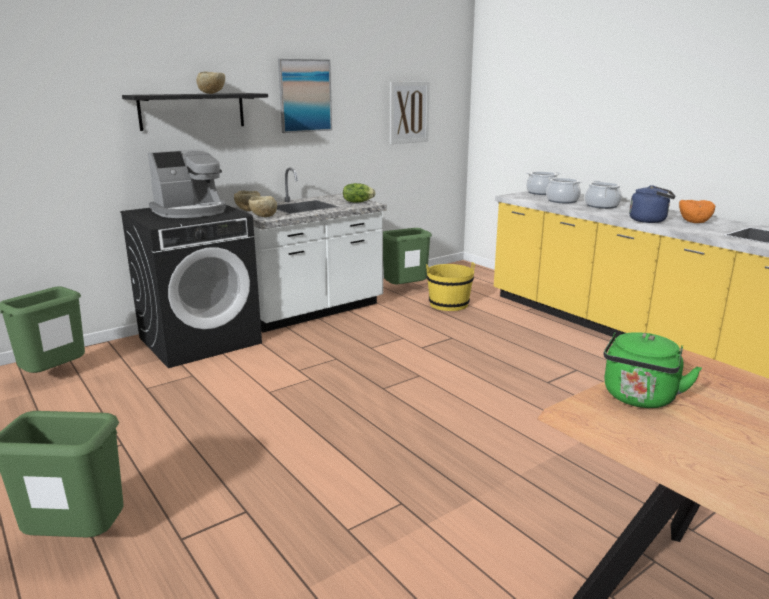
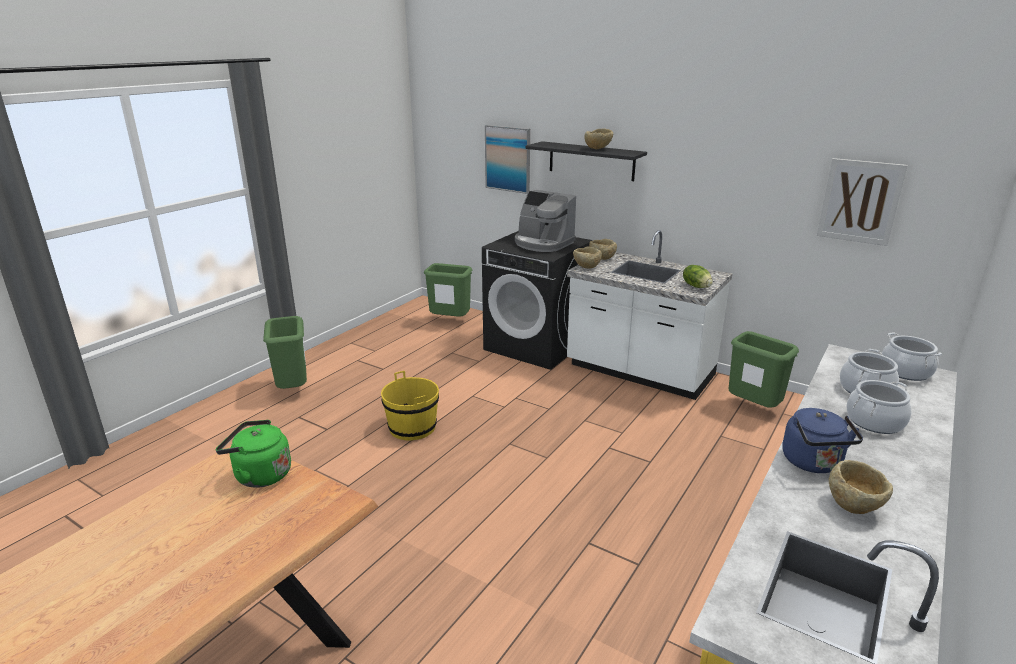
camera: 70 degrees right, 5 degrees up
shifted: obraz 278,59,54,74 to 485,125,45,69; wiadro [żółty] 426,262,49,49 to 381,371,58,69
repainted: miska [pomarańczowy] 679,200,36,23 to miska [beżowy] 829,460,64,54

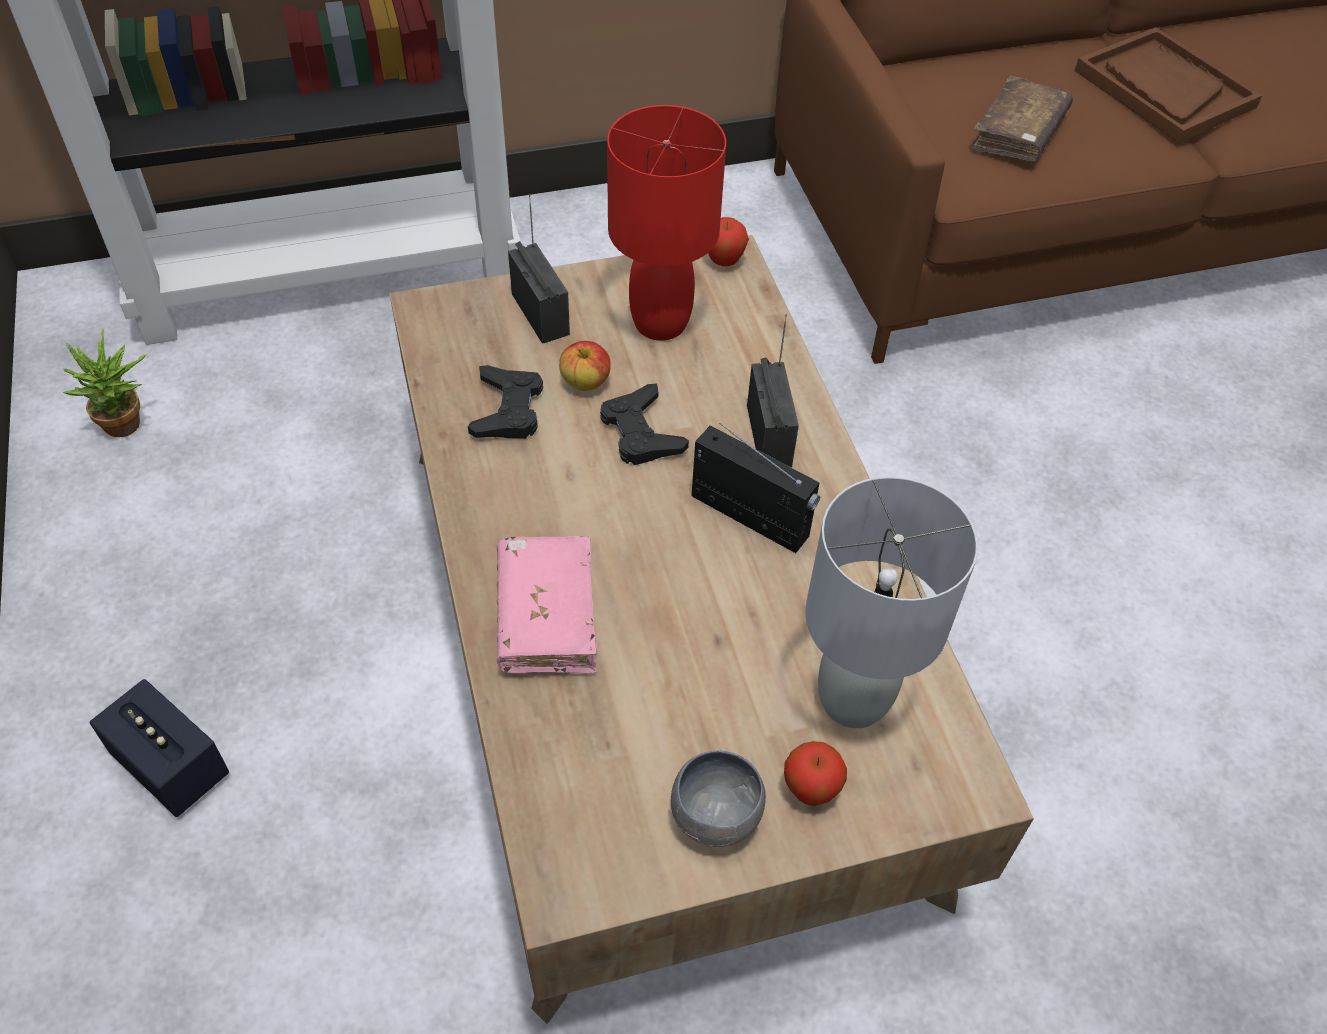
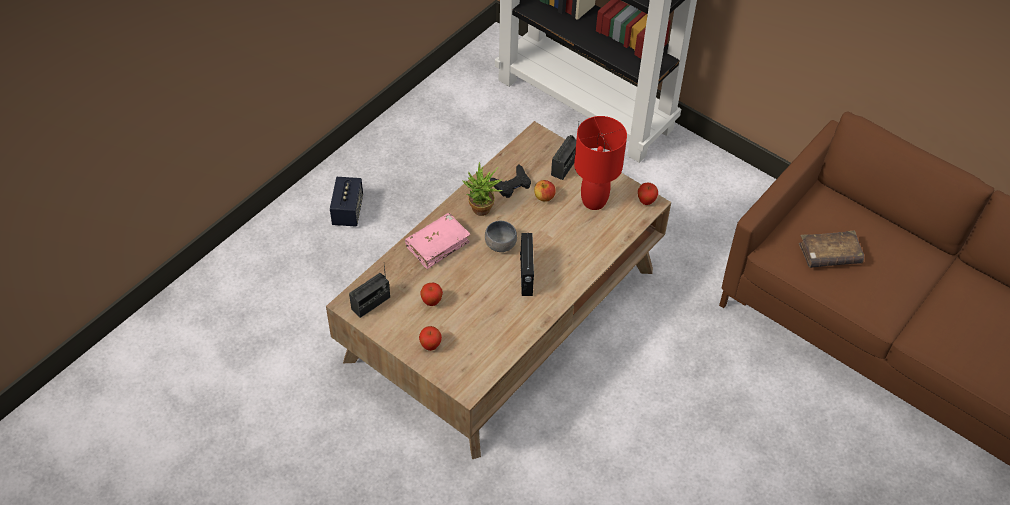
camera: 55 degrees right, 0 degrees up
gone: pad do gier [czarny] 600,383,89,82; lampa stołowa [szary] 805,476,173,252; taca [brązowy] 1075,27,187,116
new: jabłko 420,283,23,23
shifted: roślina doniczkowa 63,328,83,109 to 463,162,39,54; miska [szary] 671,750,95,97 to 485,221,32,31; radio 747,314,52,153 to 349,265,41,53

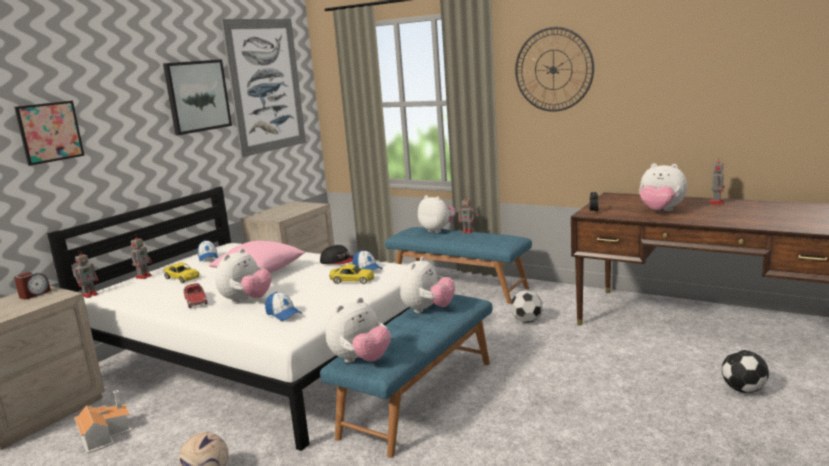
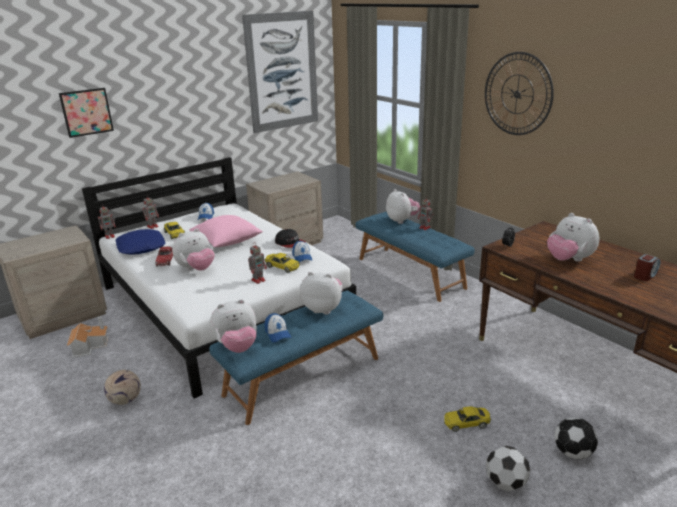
camera: 20 degrees right, 10 degrees up
gone: obraz 163,59,69,76
new: poduszka [niebieski] 115,229,50,26; samochodzik [żółty] 444,406,47,26
shifted: budzik 14,272,37,28 to 634,254,26,27; czapka z daszkiem 265,292,37,29 to 264,313,27,29; piłka futbolowa 511,290,32,33 to 486,446,44,46; robot zabawkowy 709,161,15,44 to 248,242,19,42
rotated: pluszak 400,256,55,57 = 300,272,42,43 120 degrees counterclockwise

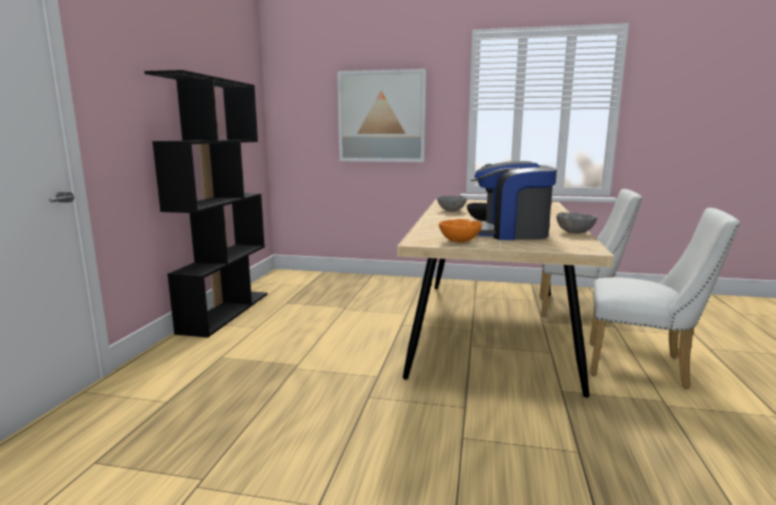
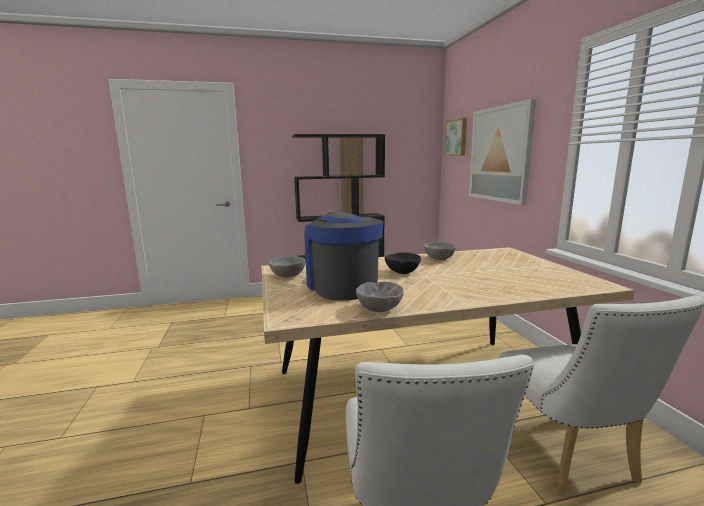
camera: 65 degrees right, 0 degrees up
new: obraz 444,118,23,38
repainted: miska [pomarańczowy] 439,219,43,23 to miska [szary] 269,256,37,22

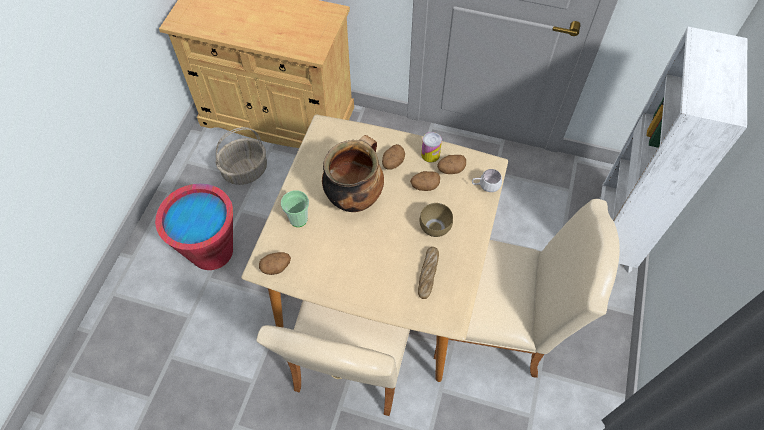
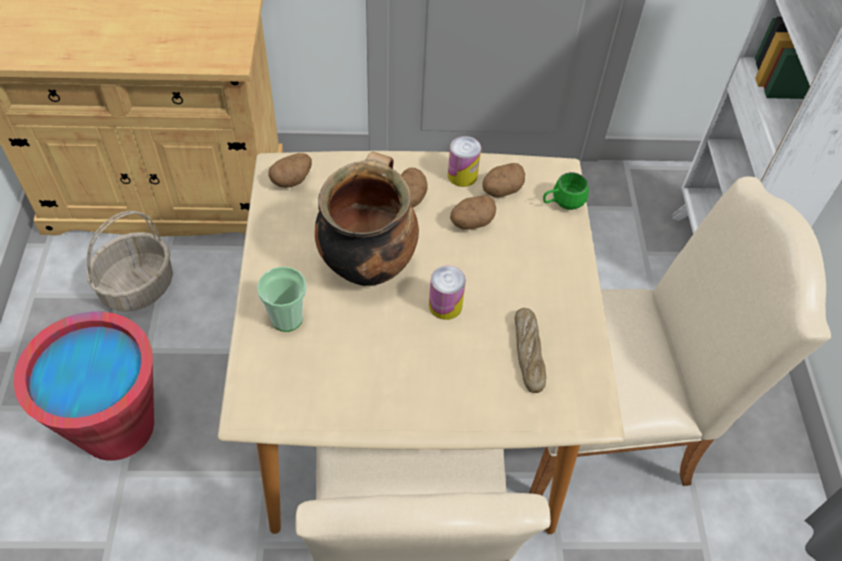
camera: 20 degrees left, 5 degrees down
gone: miska [brązowy] 420,203,33,34
new: puszka 429,266,37,54
shifted: ziemniak 259,252,32,23 to 268,153,44,35
repainted: kubek [biały] 472,169,30,23 to kubek [zielony] 543,172,46,38

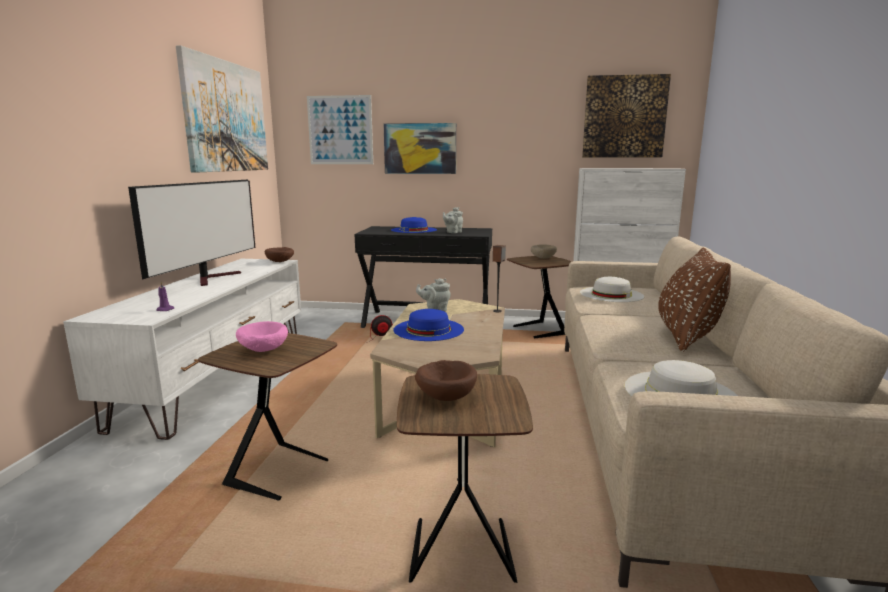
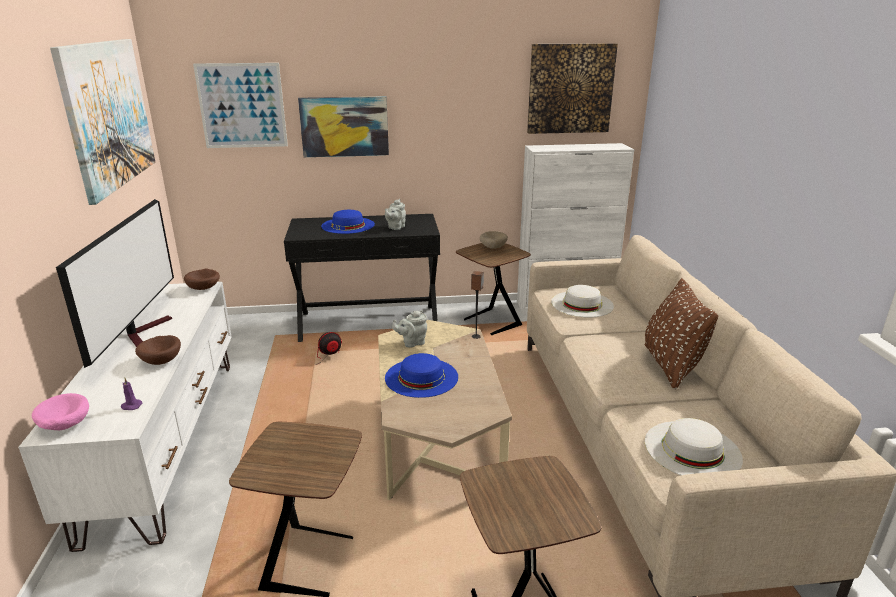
camera: 15 degrees left, 10 degrees up
shifted: miska [różowy] 236,321,52,31 to 32,393,57,37; miska [brązowy] 415,360,62,41 to 135,335,46,30

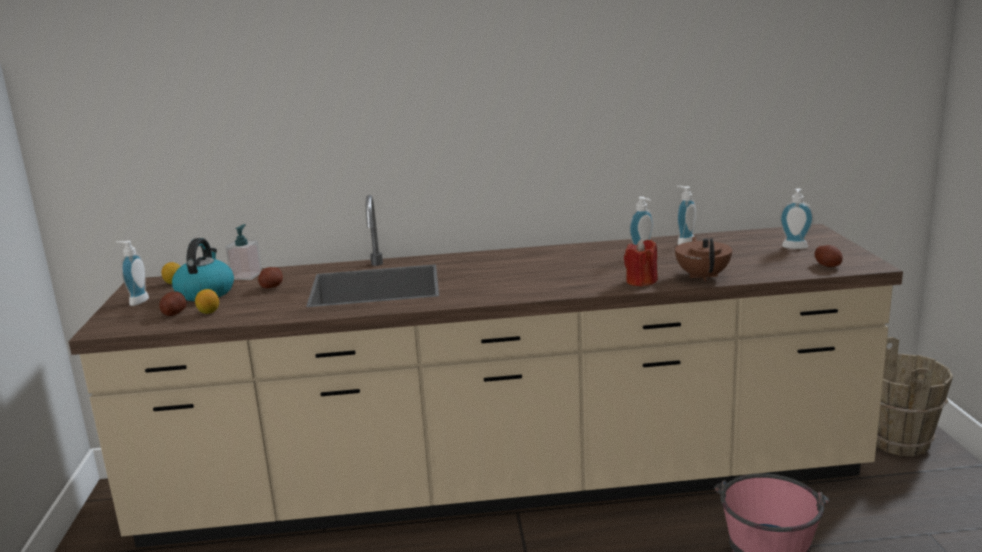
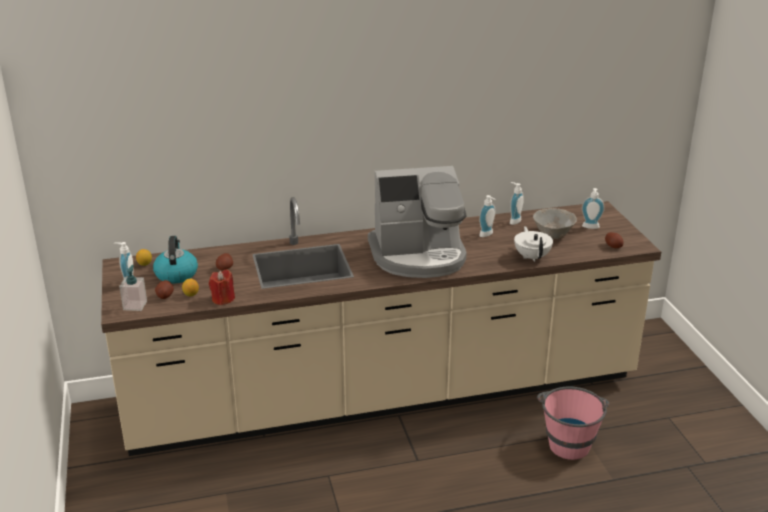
camera: 10 degrees left, 10 degrees up
gone: wiadro [brązowy] 876,337,77,119
new: ekspres do kawy 368,166,99,112; miska [szary] 533,208,44,31
shifted: dozownik mydła 225,224,37,56 to 119,265,28,46; świeca [czerwony] 624,239,34,48 to 209,269,26,36
repainted: imbryk [brązowy] 675,237,57,44 to imbryk [biały] 514,226,39,36

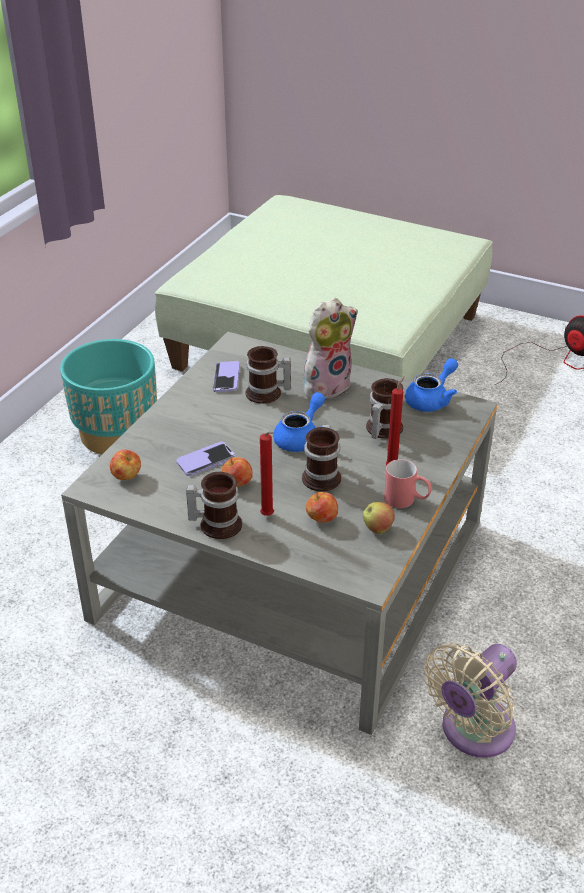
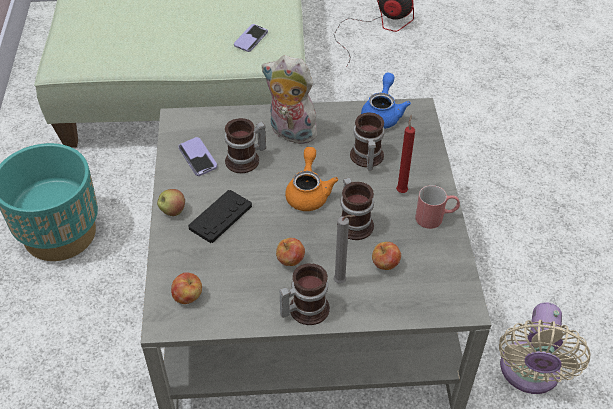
camera: 30 degrees left, 10 degrees up
new: pad do gier [czarny] 189,190,63,53
shifted: telefon 177,442,58,34 to 234,24,34,28; jabłko 363,502,32,32 to 157,189,28,27
repainted: świeca [czerwony] 260,432,14,84 to świeca [szary] 334,215,21,69; imbryk [niebieski] 273,392,52,60 to imbryk [pomarańczowy] 285,147,53,64
rotated: pluszak 304,298,54,105 = 262,55,55,89 90 degrees counterclockwise

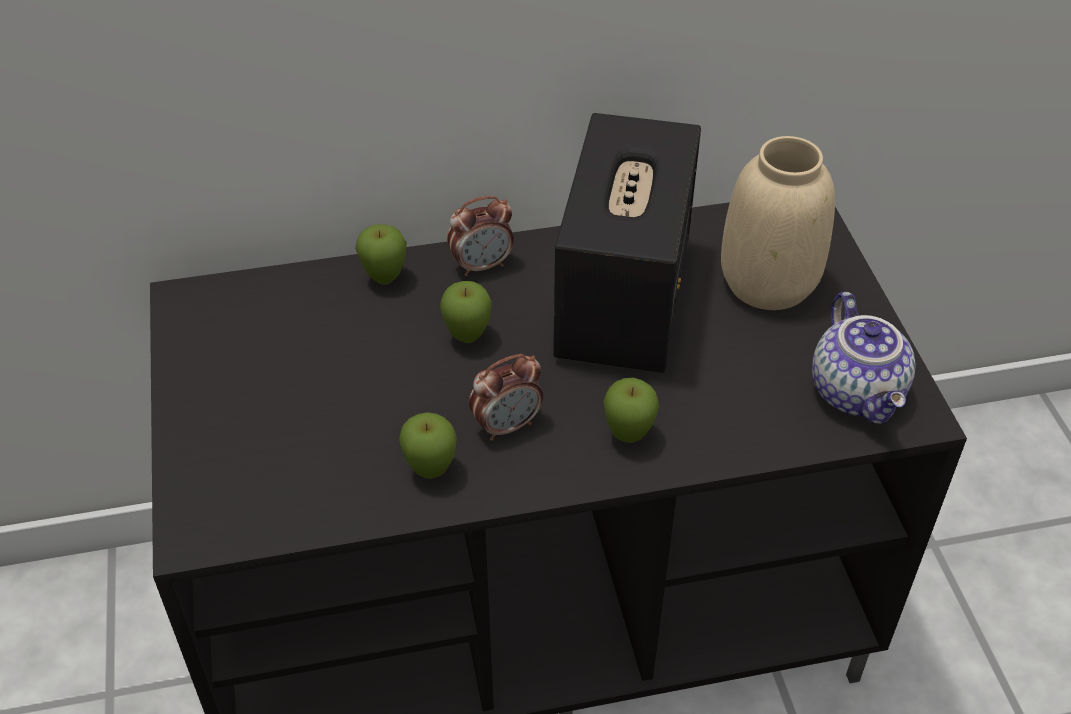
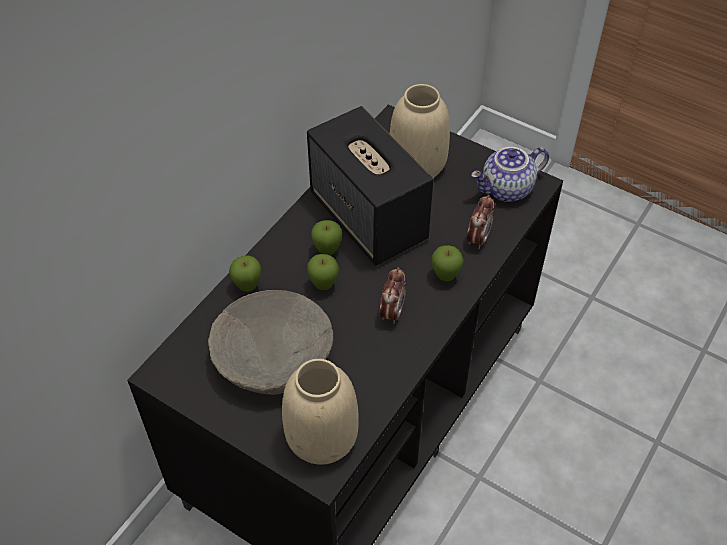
camera: 45 degrees left, 5 degrees up
new: miska [beżowy] 208,290,125,105; wazon [beżowy] 282,359,77,106
shifted: jabłko 399,412,58,67 to 311,220,31,35; budzik 447,196,67,80 to 467,195,27,54
rotated: imbryk 812,292,103,132 = 471,147,78,55 120 degrees clockwise

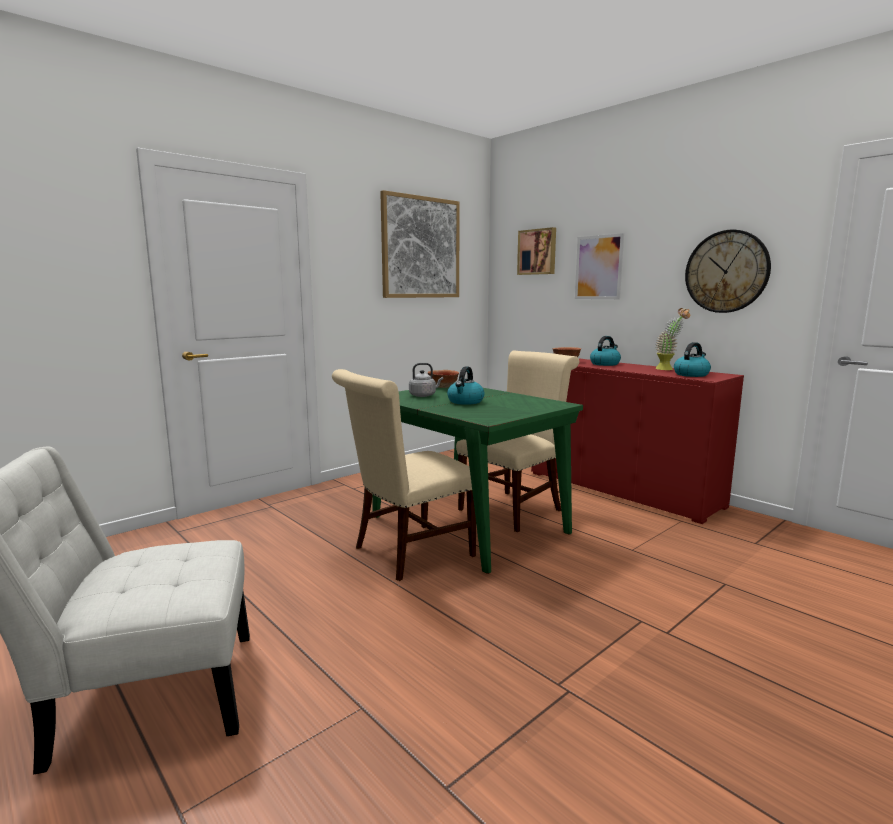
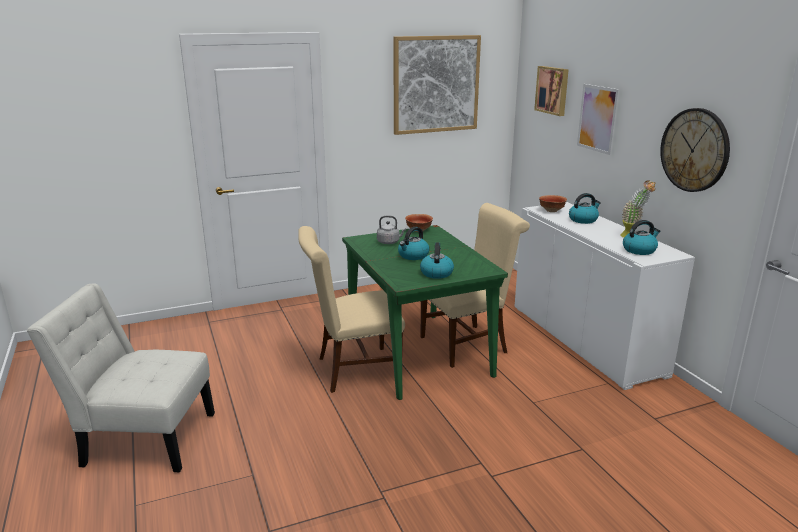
camera: 20 degrees right, 10 degrees up
new: czajnik 420,242,34,37
repainted: szafka [czerwony] 531,359,213,165 to szafka [biały] 514,202,181,188

